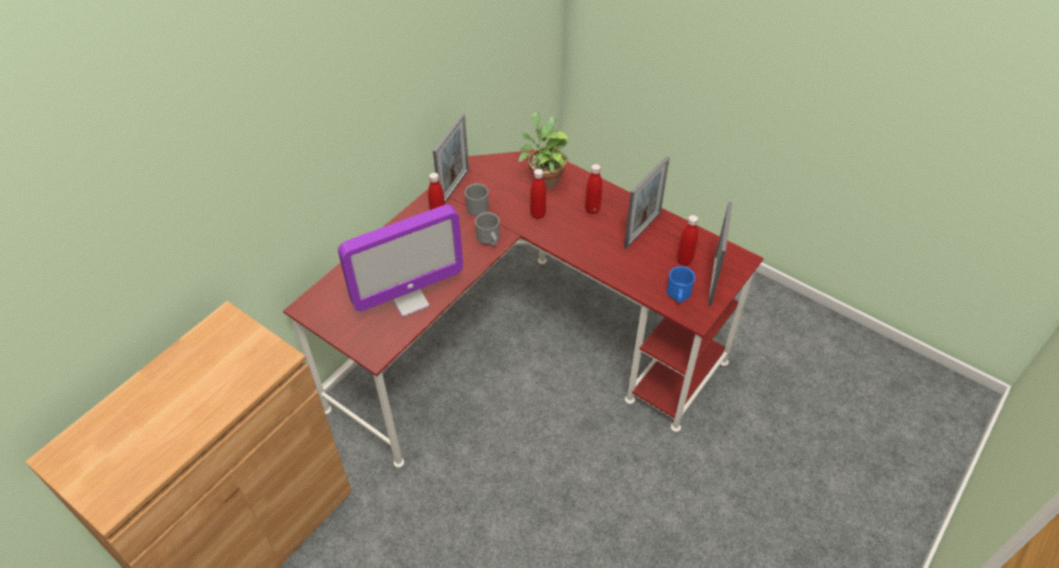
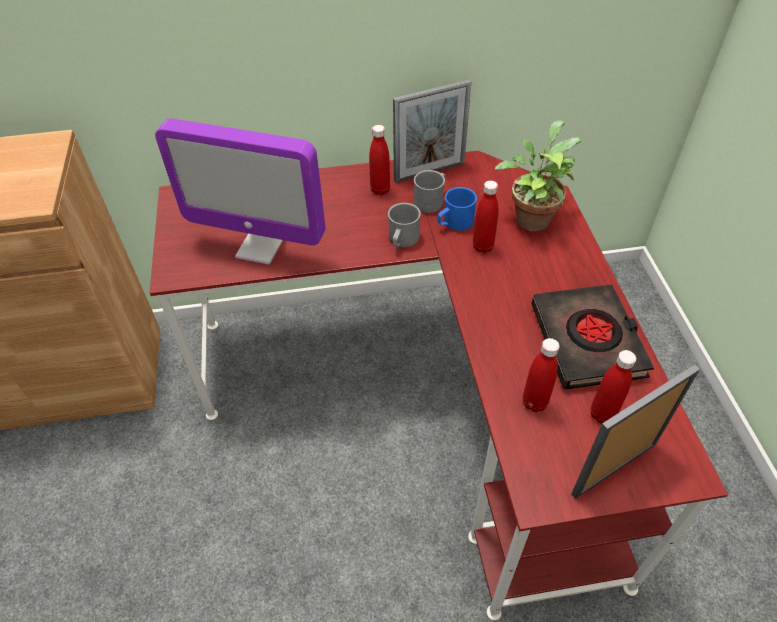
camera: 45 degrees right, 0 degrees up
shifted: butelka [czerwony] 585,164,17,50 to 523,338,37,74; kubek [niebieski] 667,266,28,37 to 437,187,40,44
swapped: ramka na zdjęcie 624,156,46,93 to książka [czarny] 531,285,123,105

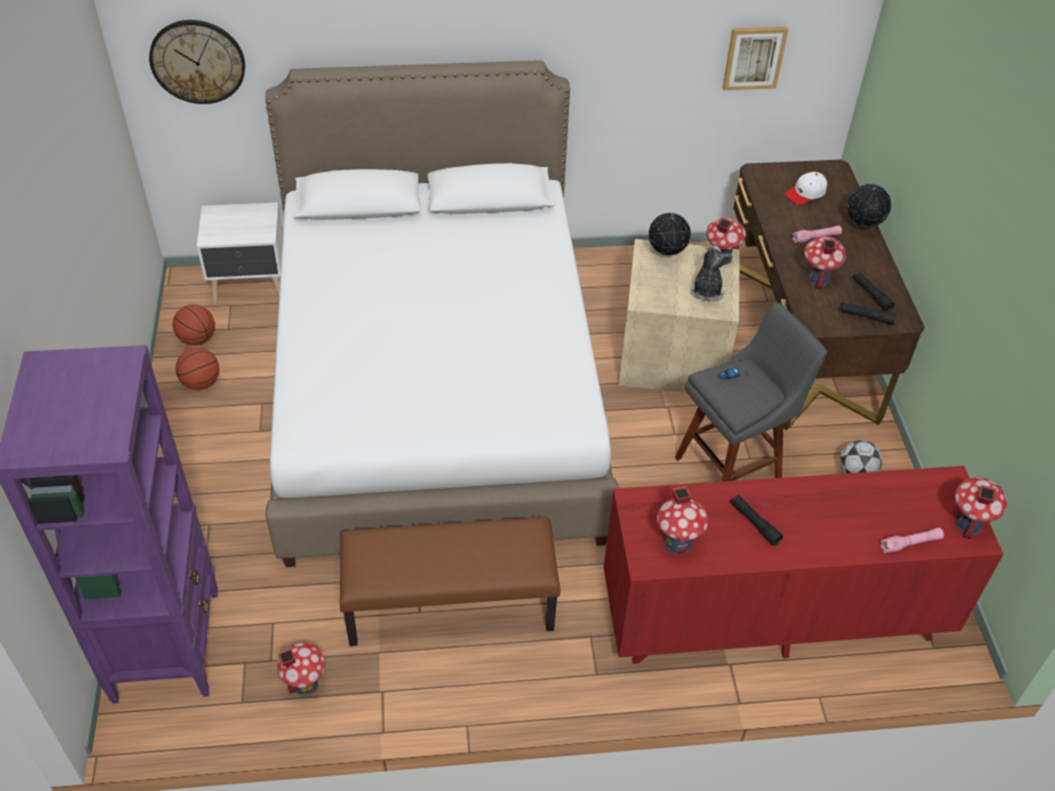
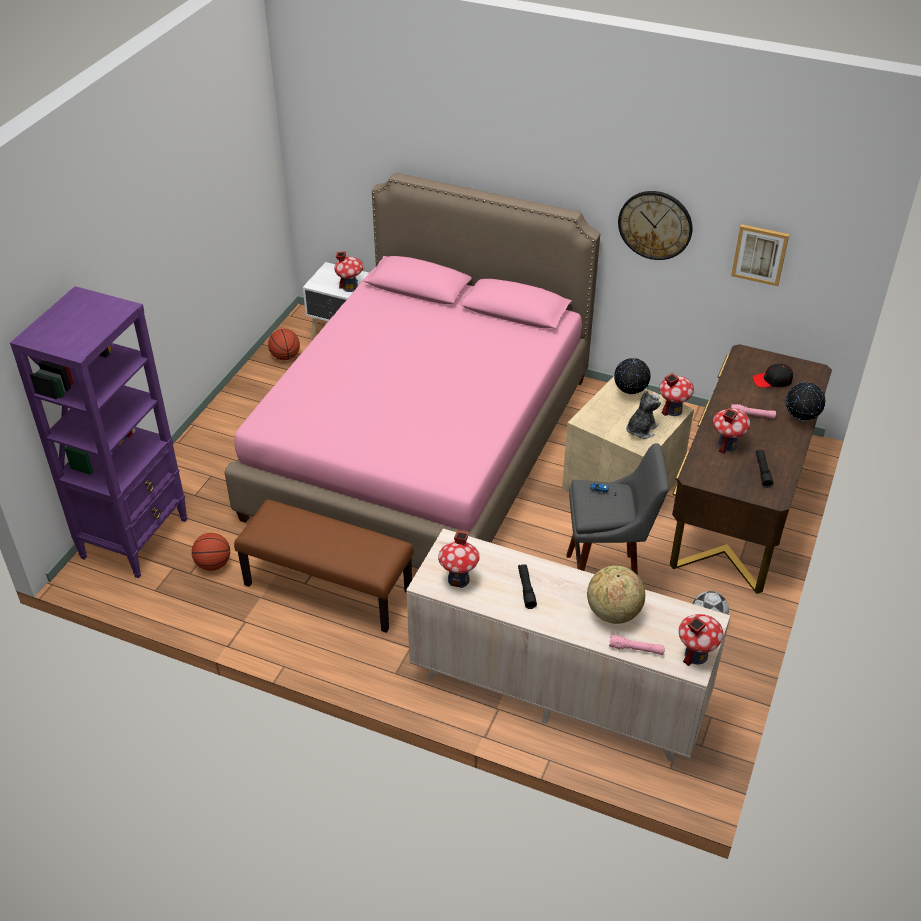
camera: 30 degrees right, 5 degrees down
gone: latarka [czarny] 840,302,56,23
new: globus 587,566,58,58
shifted: zegar ścienny 149,20,96,84 to 618,191,74,69; piłka do koszykówki 175,348,44,42 to 192,533,38,38; domek 277,643,48,53 to 334,251,30,41
repainted: łóżko [biały] 265,60,354,507 to łóżko [różowy] 225,173,375,396; komoda [czerwony] 604,466,400,198 to komoda [beżowy] 406,528,324,235; czapka z daszkiem [biały] 785,172,42,33 to czapka z daszkiem [czarny] 753,364,40,24

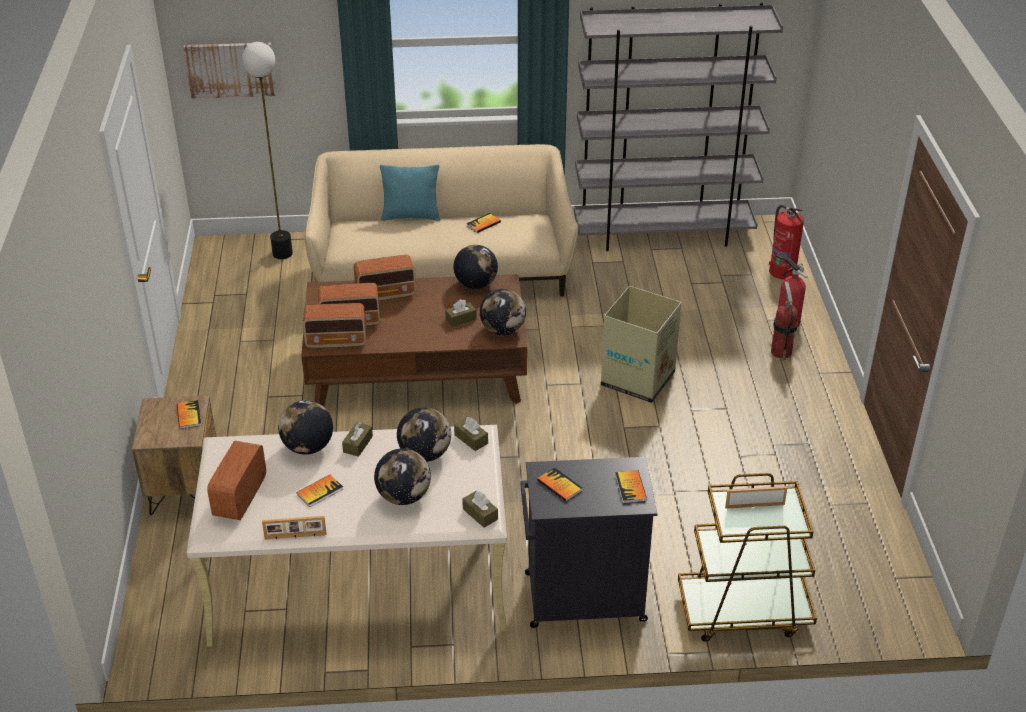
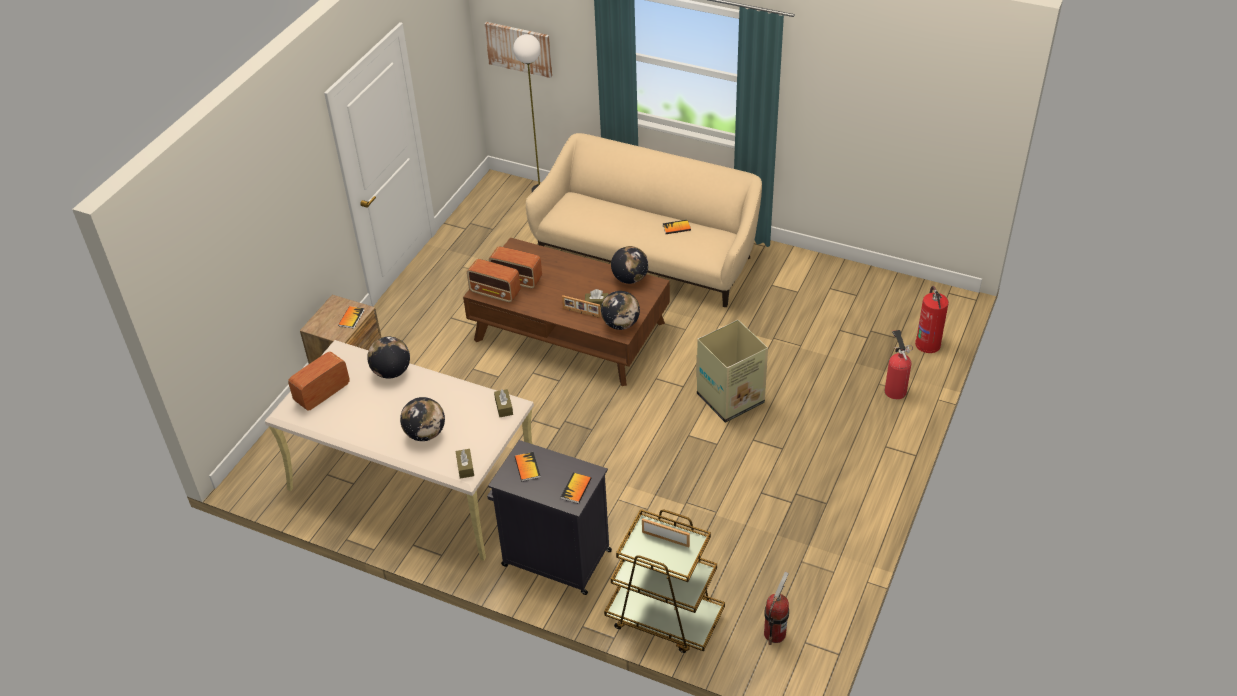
camera: 30 degrees right, 5 degrees up
gone: książka 296,475,47,32; pudełko chusteczek [brązowy] 342,422,31,35; radio 354,255,62,45; poduszka [turkusowy] 380,165,60,56; globus 397,407,54,55; regał [szary] 574,2,209,249
shifted: ramka na zdjęcie 262,516,64,24 to 562,295,39,23; gaśnica 771,282,27,78 to 764,572,25,73

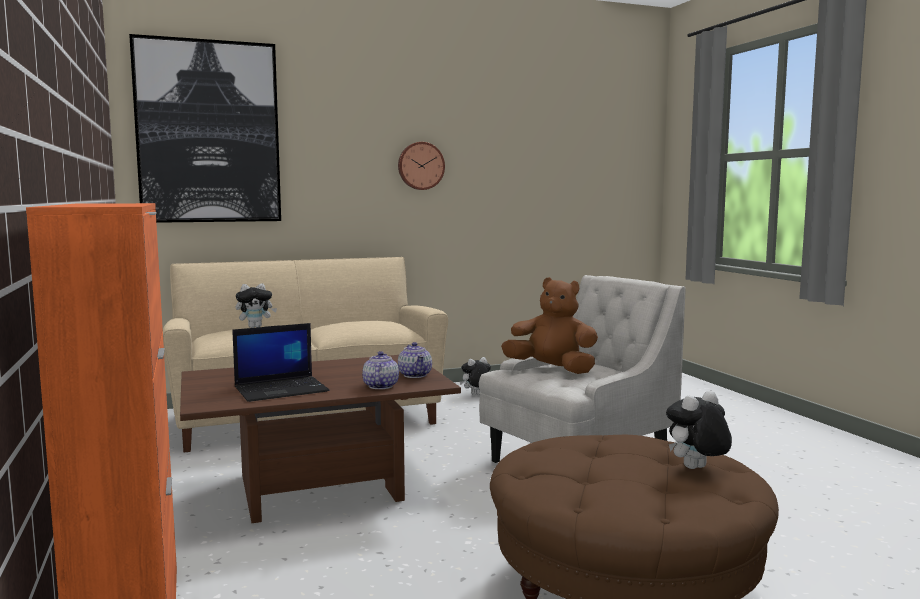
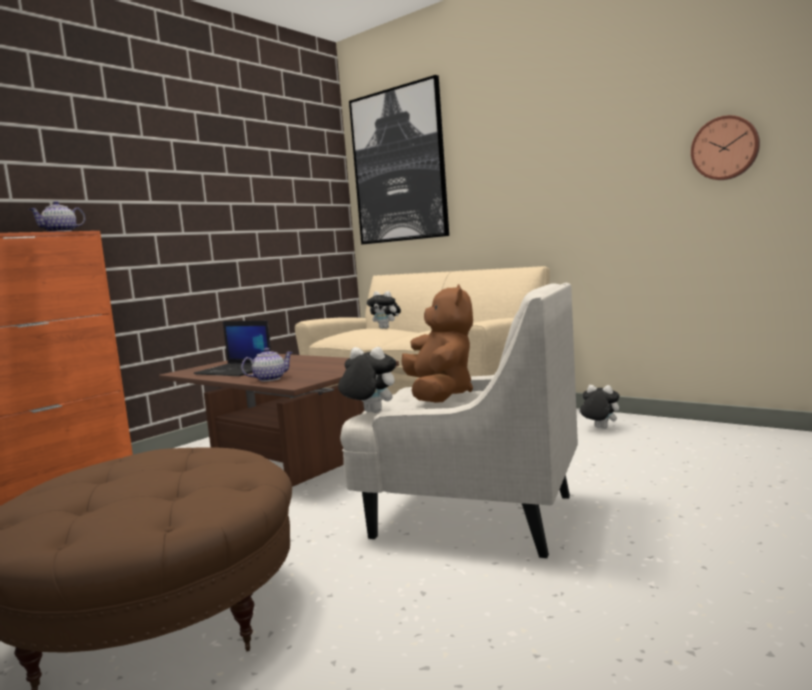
camera: 60 degrees right, 0 degrees up
shifted: zegar ścienny 398,142,47,48 to 691,115,69,65; imbryk 398,342,34,36 to 29,201,56,31; pluszak 666,391,66,78 to 338,347,58,66

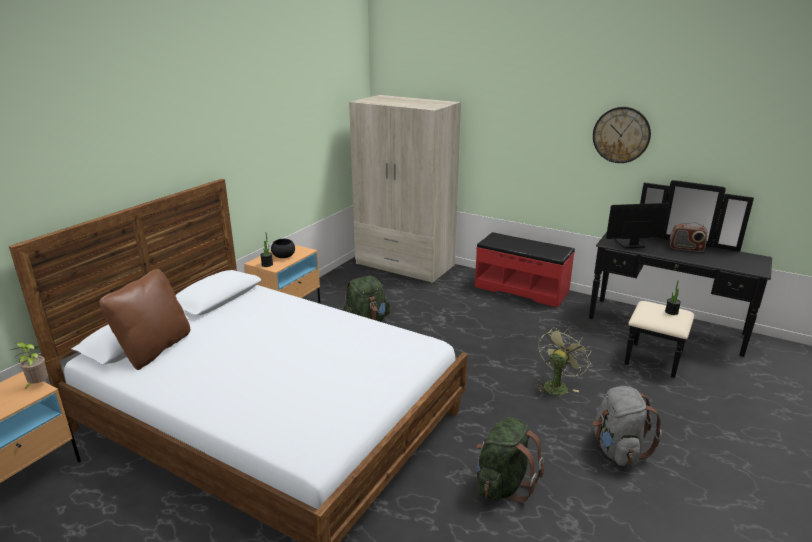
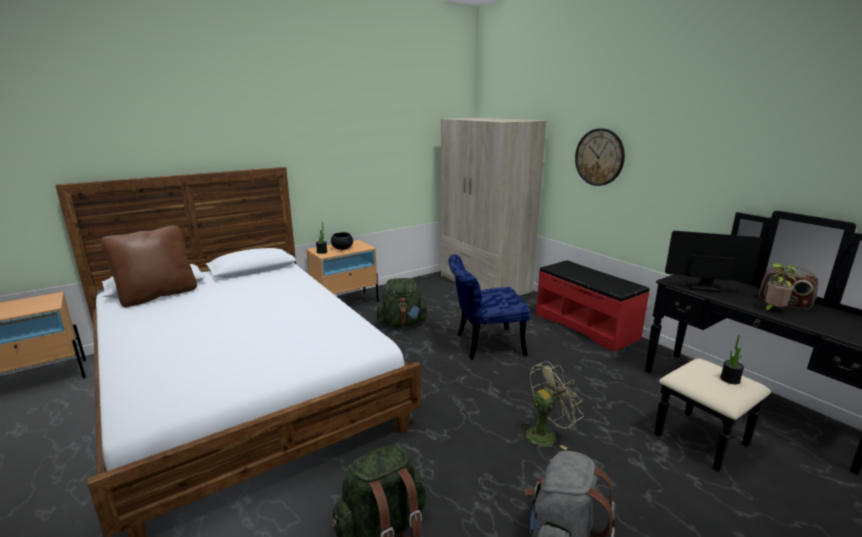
camera: 25 degrees right, 5 degrees down
new: krzesło [niebieski] 449,254,81,105
shifted: roślina doniczkowa 11,342,37,47 to 765,263,33,48; zegar ścienny 593,107,58,56 to 575,128,50,58

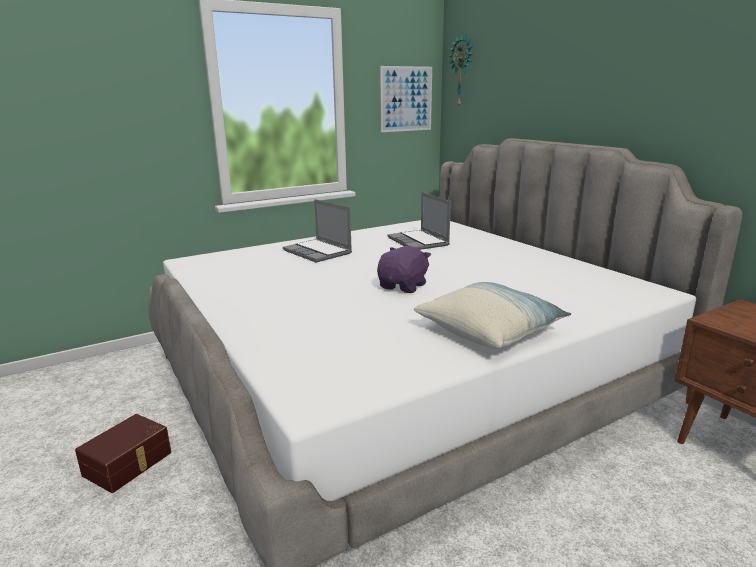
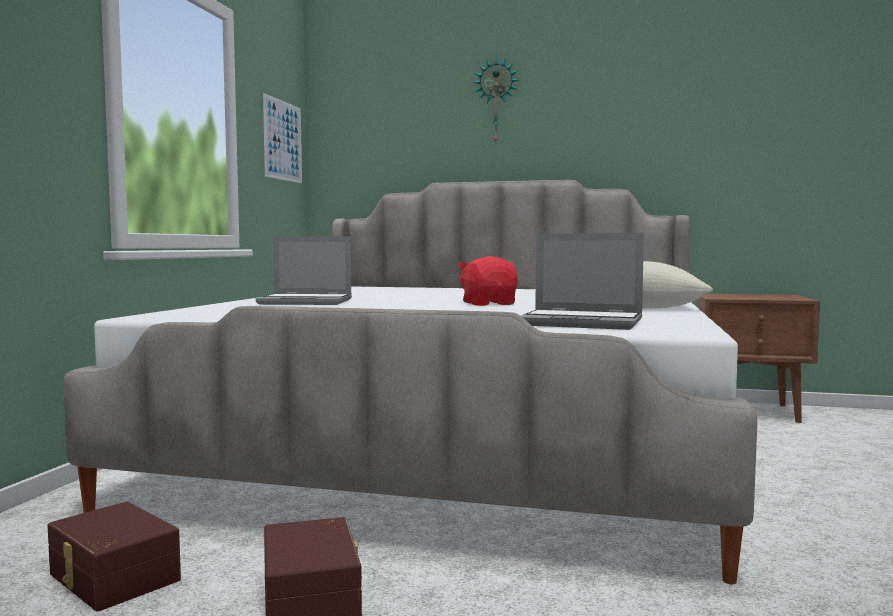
camera: 45 degrees left, 15 degrees down
new: pojemnik do przechowywania [brązowy] 47,502,134,109
shifted: laptop 387,192,64,58 to 521,233,123,97; zegar ścienny 449,34,24,73 to 473,57,46,87
repainted: pluszak [fioletowy] 377,246,54,47 to pluszak [czerwony] 457,256,61,50

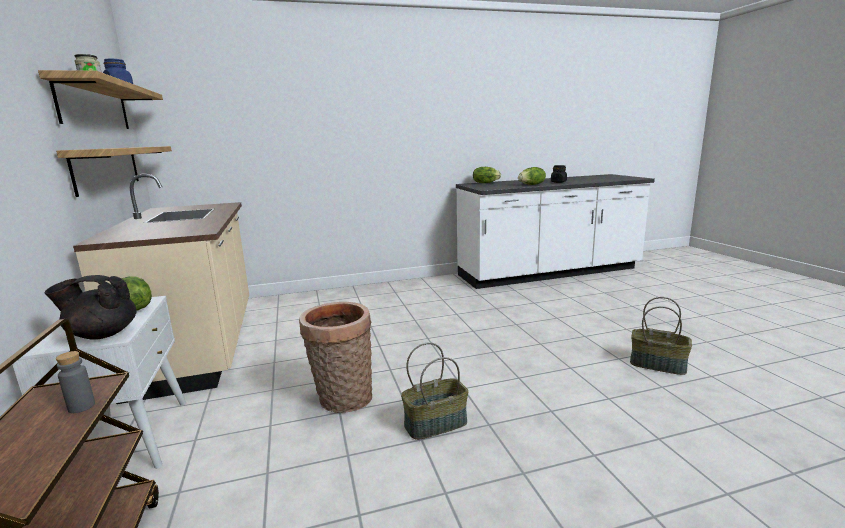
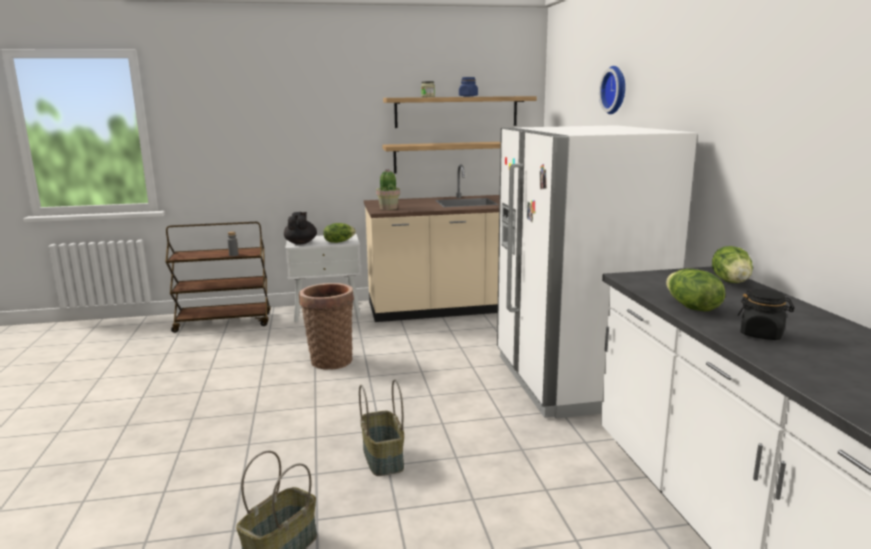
camera: 95 degrees right, 0 degrees up
new: roślina doniczkowa 376,169,24,41; lodówka [biały] 497,125,200,294; zegar ścienny 599,66,26,48
shifted: koszyk 401,342,68,98 to 359,380,45,96

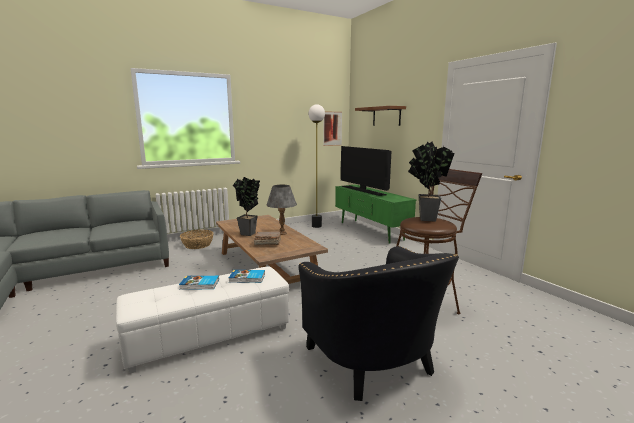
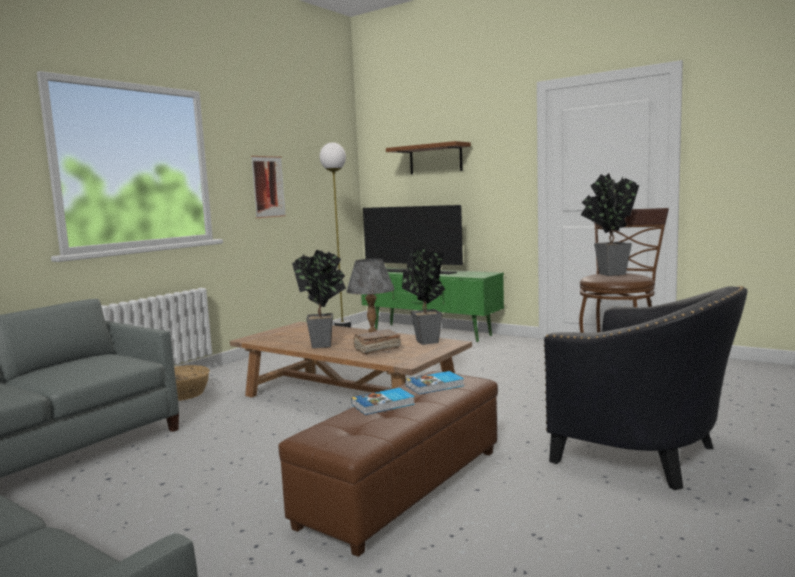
camera: 25 degrees left, 5 degrees down
new: roślina doniczkowa 402,245,43,100
shifted: obraz 323,111,19,35 to 251,156,35,62
repainted: pufa [biały] 116,267,173,107 to pufa [brązowy] 278,371,220,186

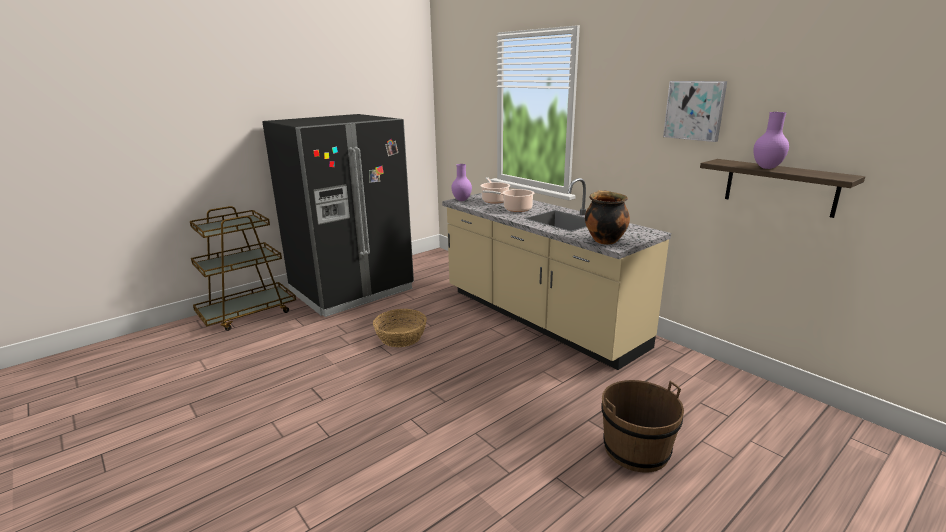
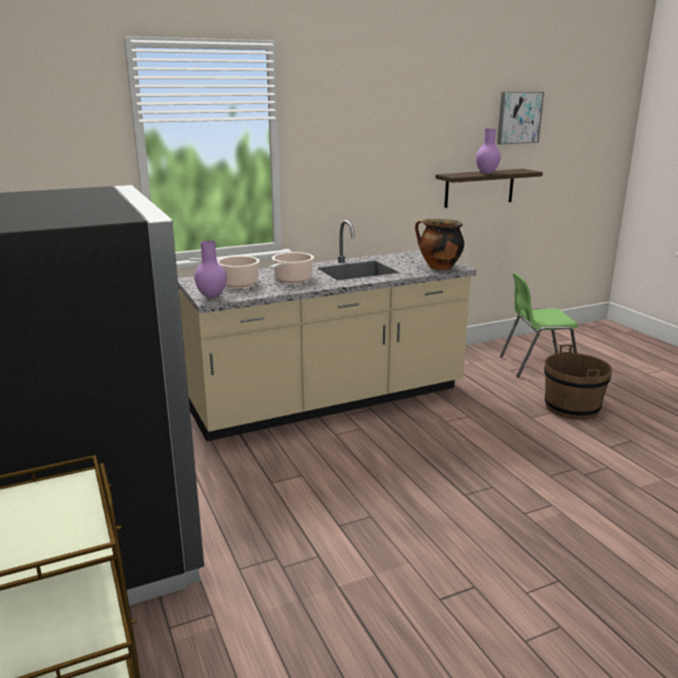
camera: 75 degrees left, 0 degrees up
gone: koszyk 373,309,54,38
new: krzesło [zielony] 500,273,78,105
shifted: obraz 663,81,64,61 to 497,92,47,52

